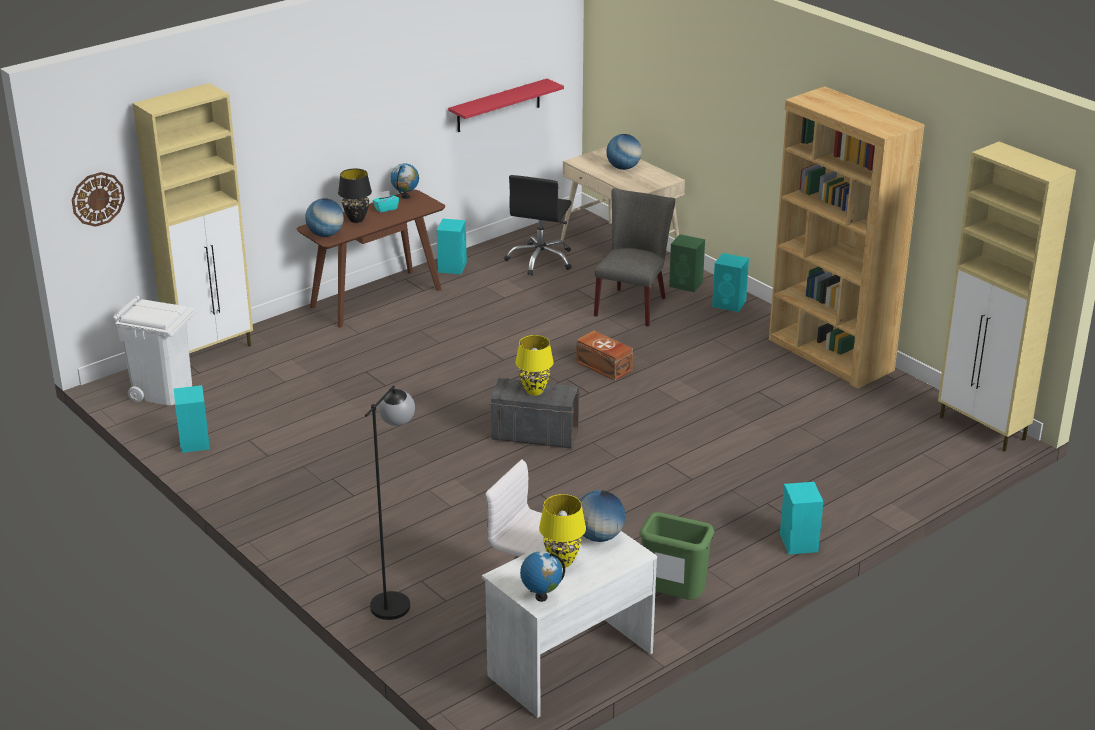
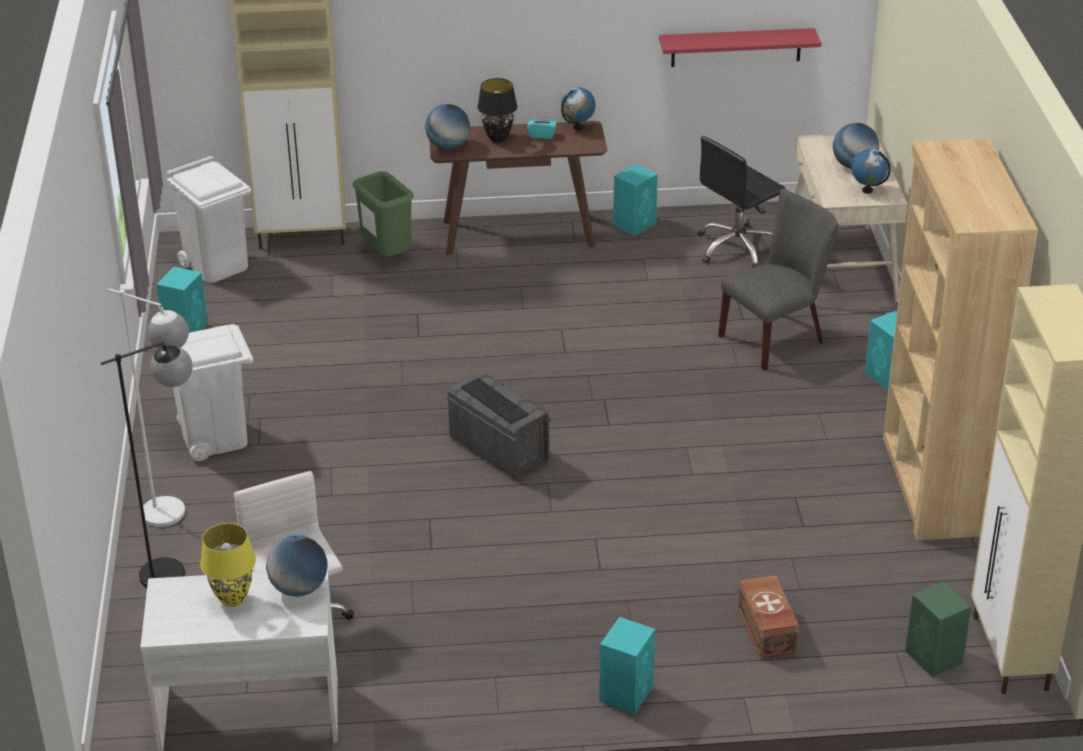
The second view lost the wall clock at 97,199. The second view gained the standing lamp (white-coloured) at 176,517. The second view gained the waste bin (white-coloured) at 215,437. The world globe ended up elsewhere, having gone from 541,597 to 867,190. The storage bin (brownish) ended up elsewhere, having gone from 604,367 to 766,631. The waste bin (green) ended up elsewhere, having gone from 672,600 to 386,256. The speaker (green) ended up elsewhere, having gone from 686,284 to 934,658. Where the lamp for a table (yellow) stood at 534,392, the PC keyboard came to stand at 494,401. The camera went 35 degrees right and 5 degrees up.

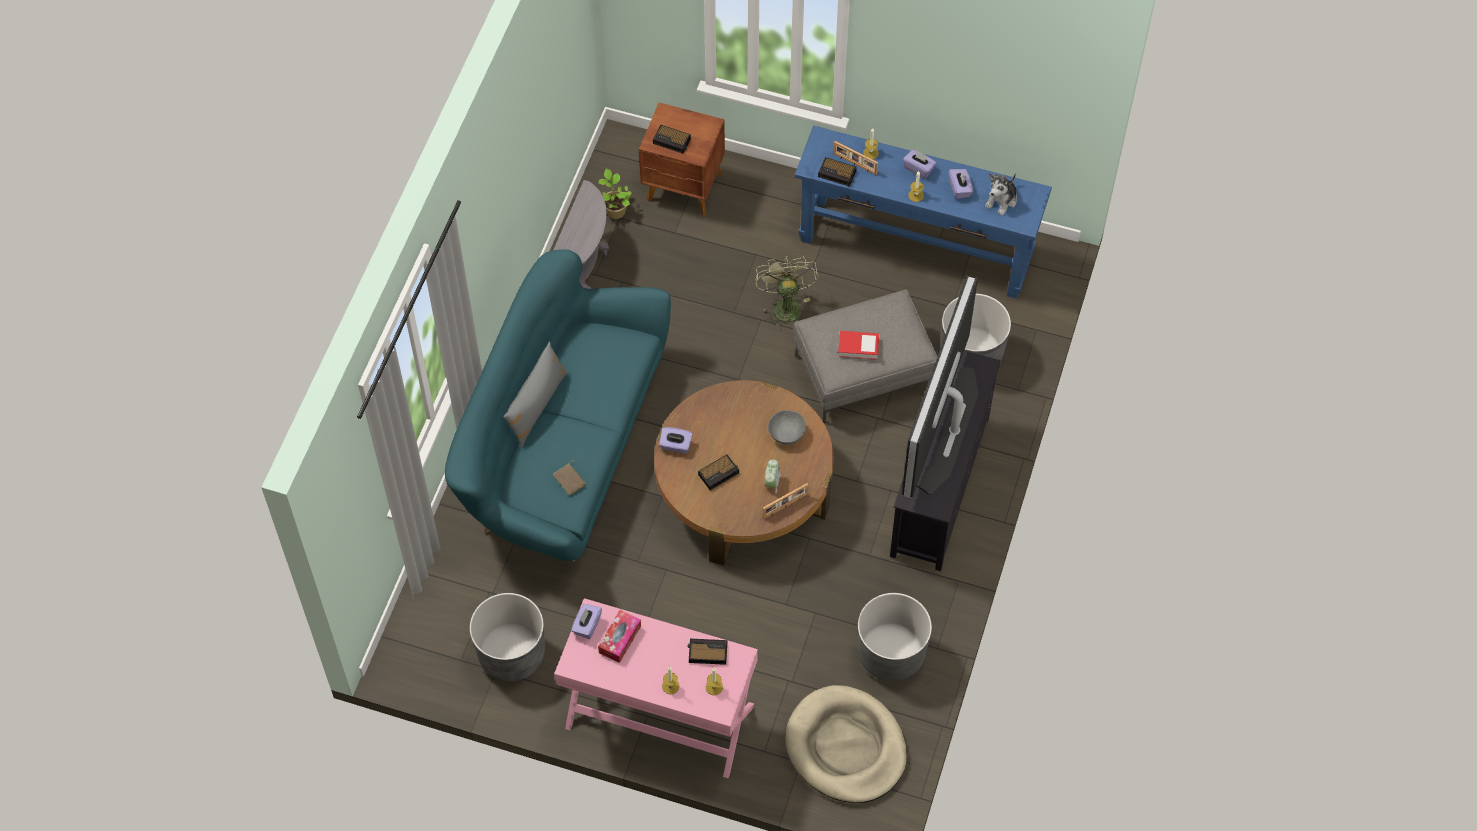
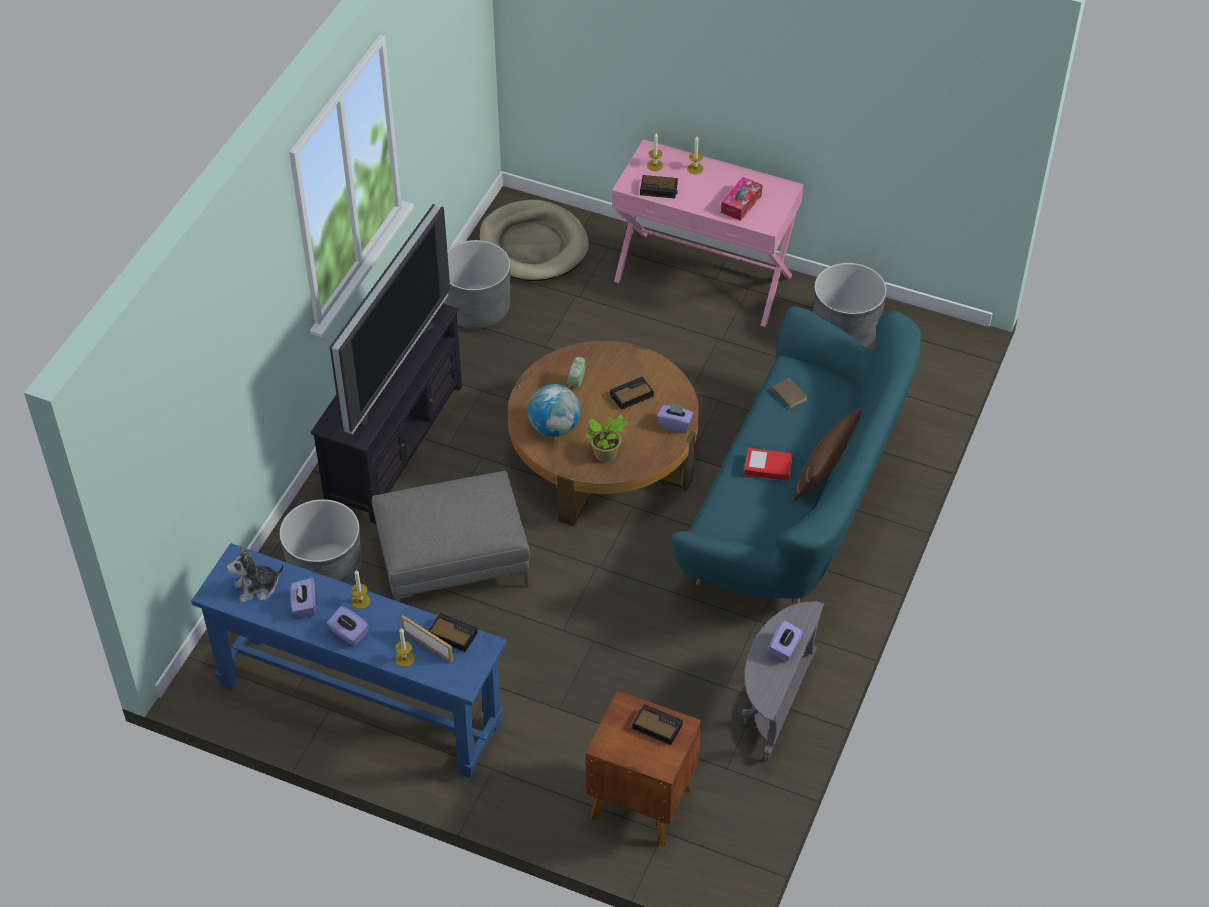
The second view lost the electric fan (green) at 784,305. The second view lost the standing frame at 785,506. The tissue box (purple) ended up elsewhere, having gone from 587,626 to 785,648. The houseplant ended up elsewhere, having gone from 615,210 to 606,455. The book ended up elsewhere, having gone from 858,347 to 768,467. Where the serving bowl (gray) stood at 786,434, the world globe came to stand at 554,427. What was the pillow (gray) at 537,406 turned into the pillow (brownish) at 826,470. The cuddly toy at 1001,200 ended up facing another way, 150 degrees counterclockwise from before. The camera went 175 degrees left and 10 degrees down.

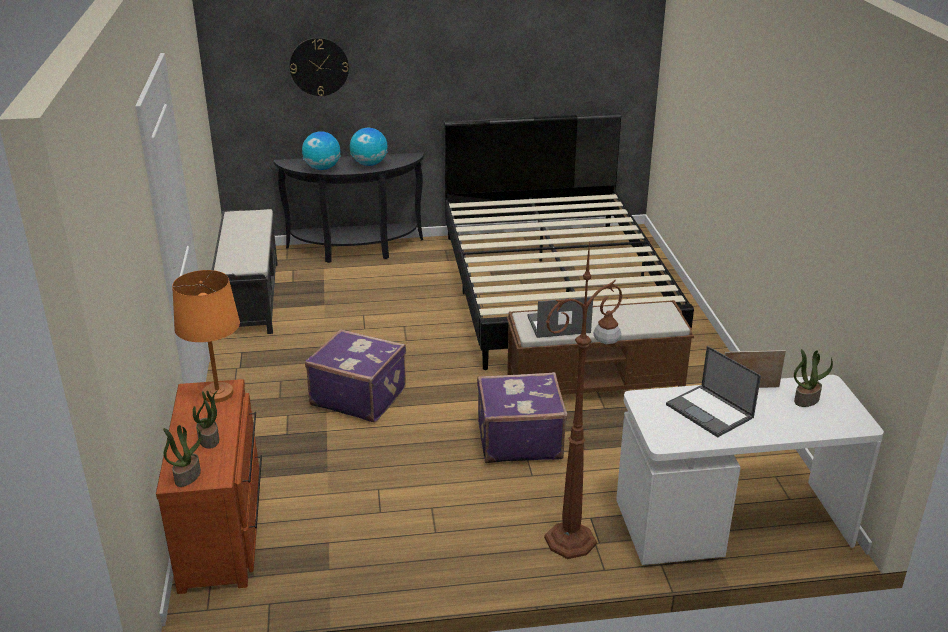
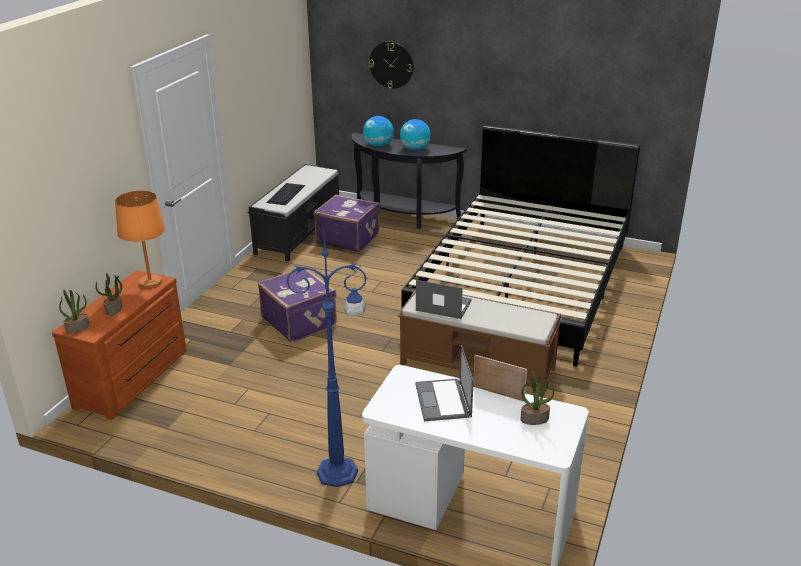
The second view gained the PC keyboard at 286,193. The suitcase (purple) ended up elsewhere, having gone from 518,439 to 348,238. What was the standing lamp (brownish) at 572,539 turned into the standing lamp (bluish) at 339,472. The camera went 30 degrees right and 0 degrees up.

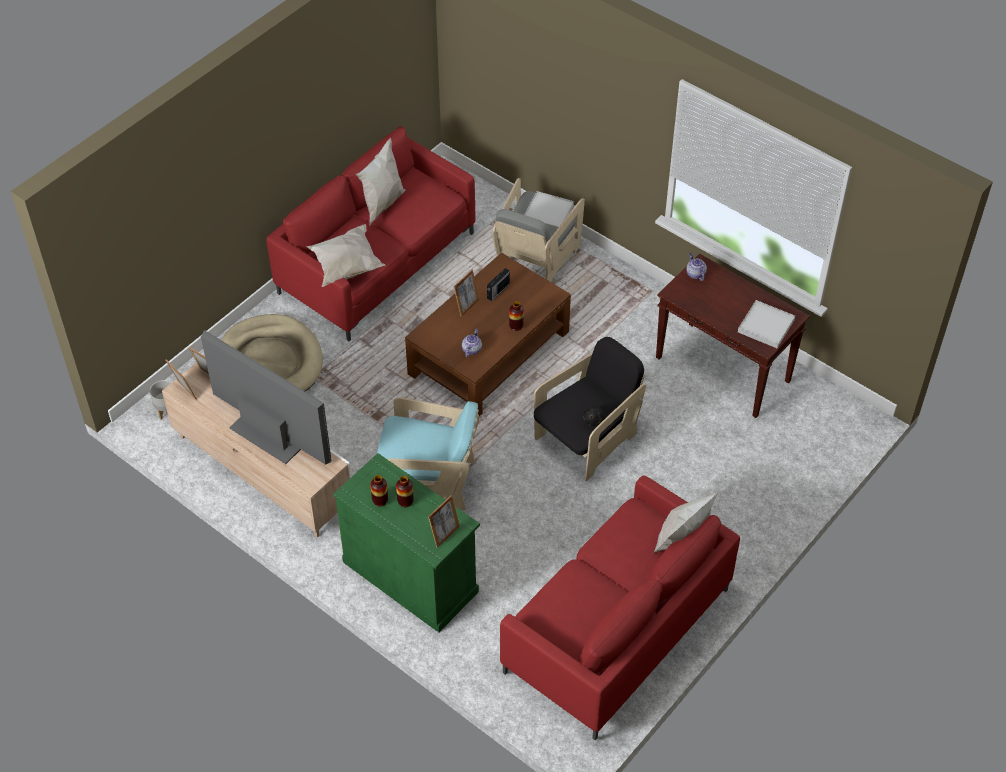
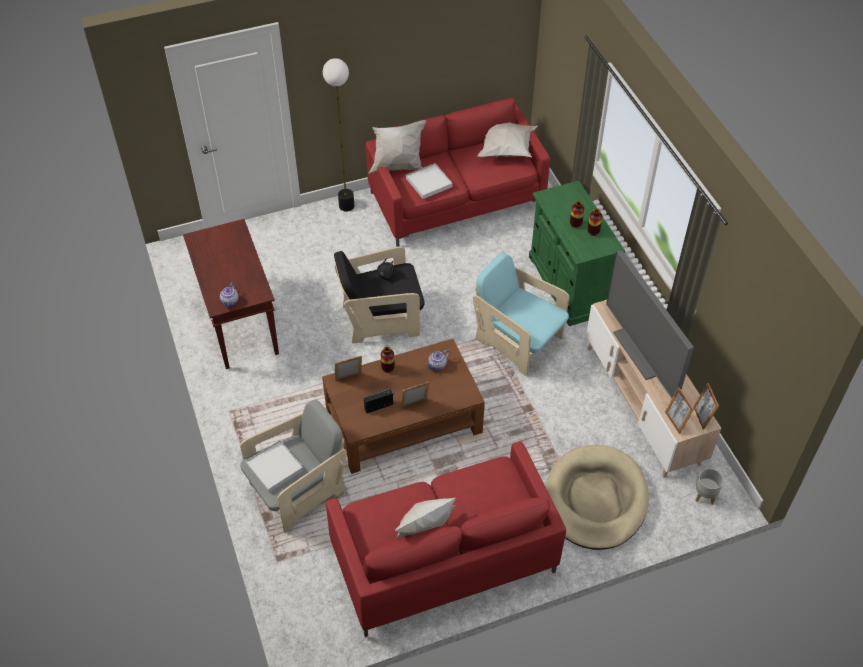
The second view gained the standing lamp at 346,205. The pillow (white-coloured) ended up elsewhere, having gone from 346,267 to 507,150. The standing frame ended up elsewhere, having gone from 444,534 to 349,379. The serving tray (white-coloured) ended up elsewhere, having gone from 766,326 to 429,182. The camera went 150 degrees left and 0 degrees up.

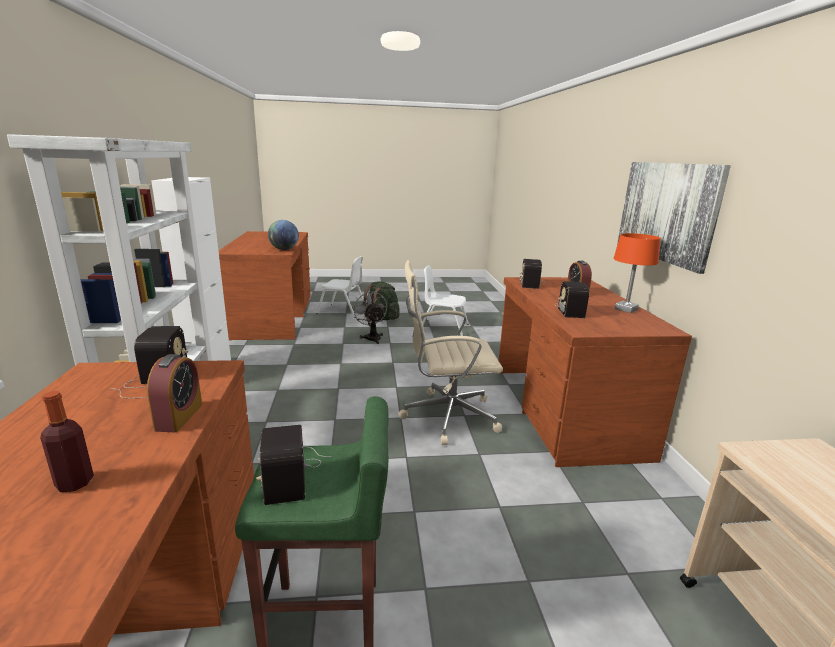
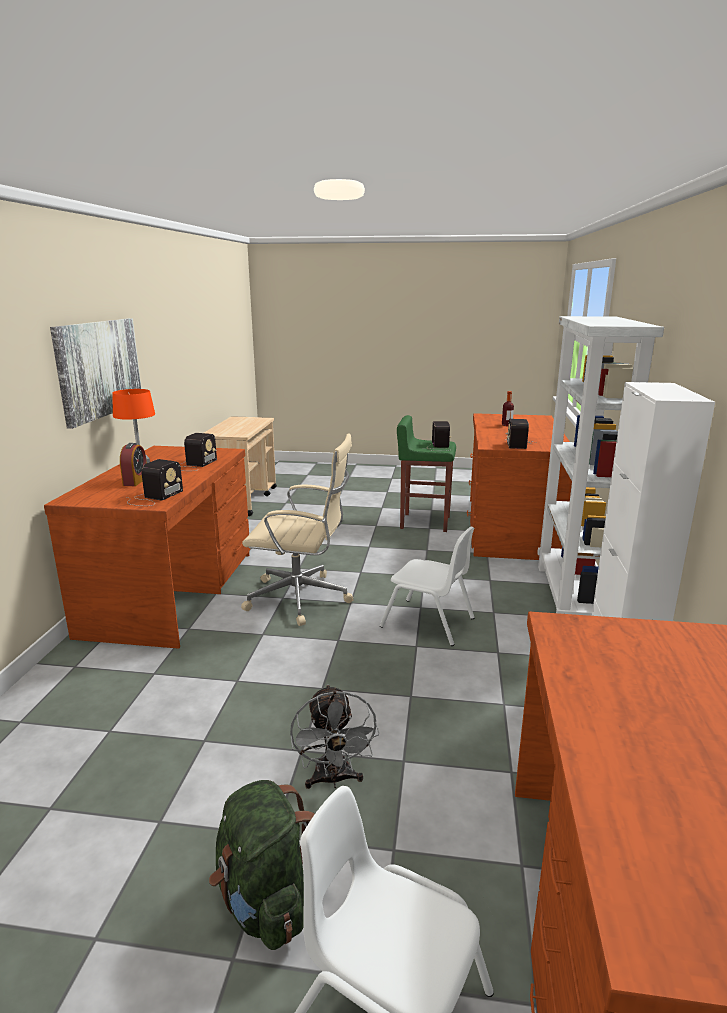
The second view lost the table clock at 179,417. The second view lost the world globe at 284,249. The plain chair (white-coloured) ended up elsewhere, having gone from 443,327 to 428,622. The camera went 165 degrees left and 0 degrees up.

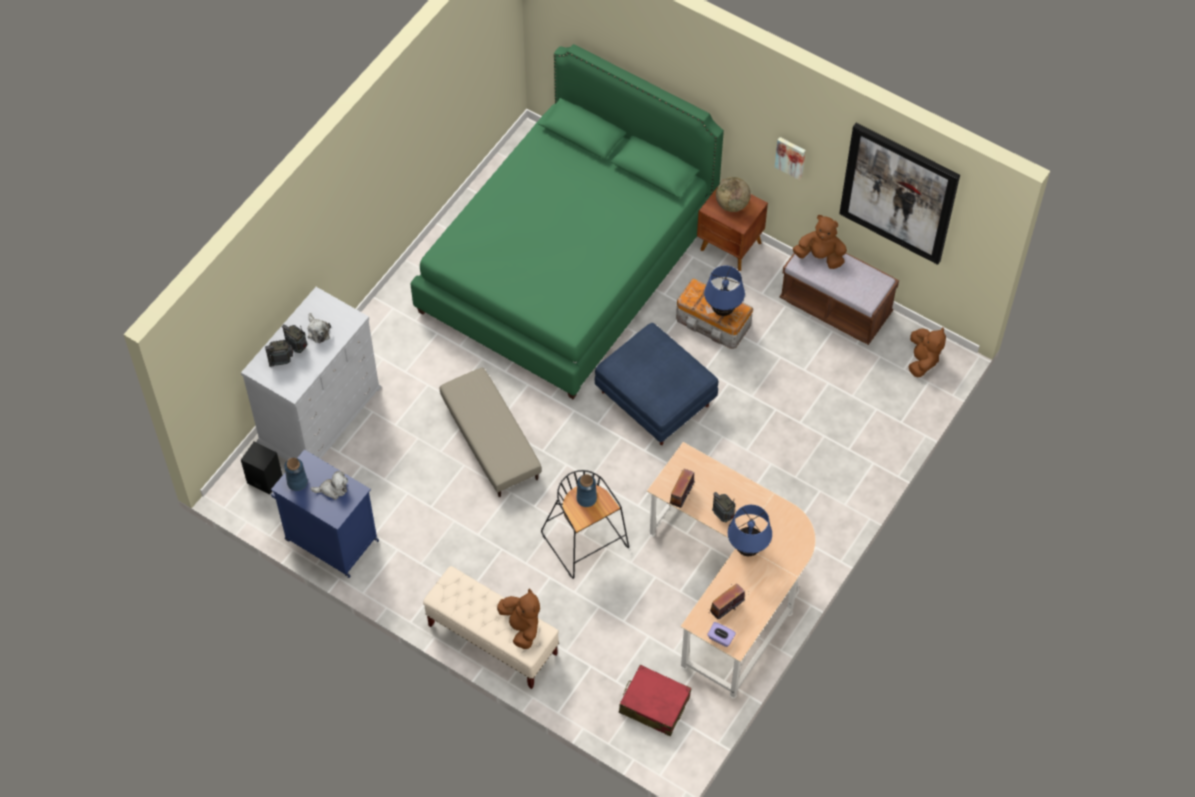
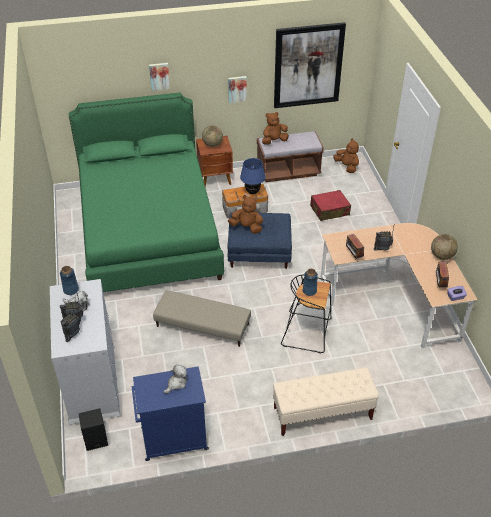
The second view lost the lamp for a table (bluish) at 747,549. The second view gained the wall picture at 159,76. The second view gained the world globe at 442,256. The decorative vase (bluish) ended up elsewhere, having gone from 297,482 to 71,290. The cuddly toy (brownish) ended up elsewhere, having gone from 521,627 to 247,227. The suitcase (red-coloured) ended up elsewhere, having gone from 654,705 to 329,210. The camera went 45 degrees left and 15 degrees down.

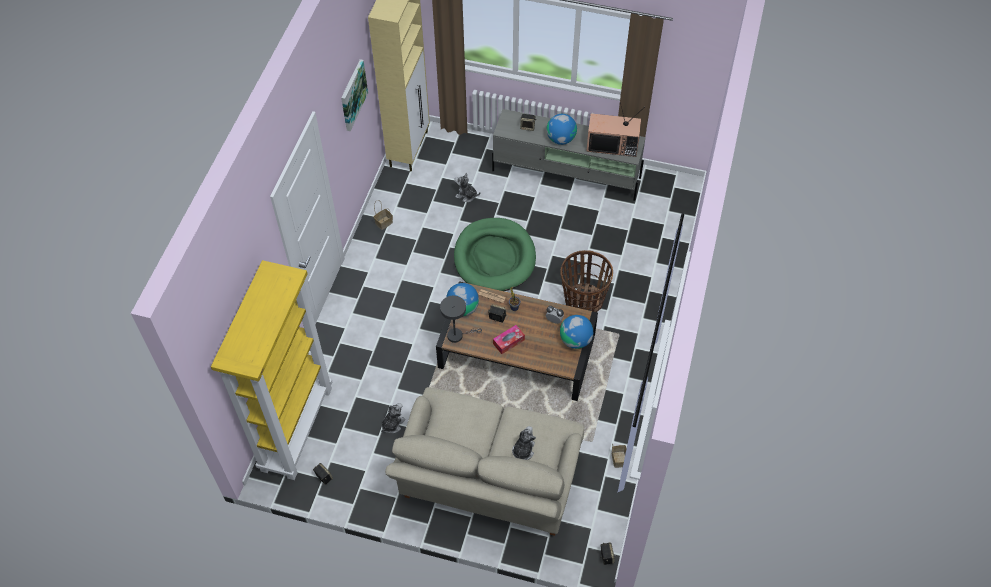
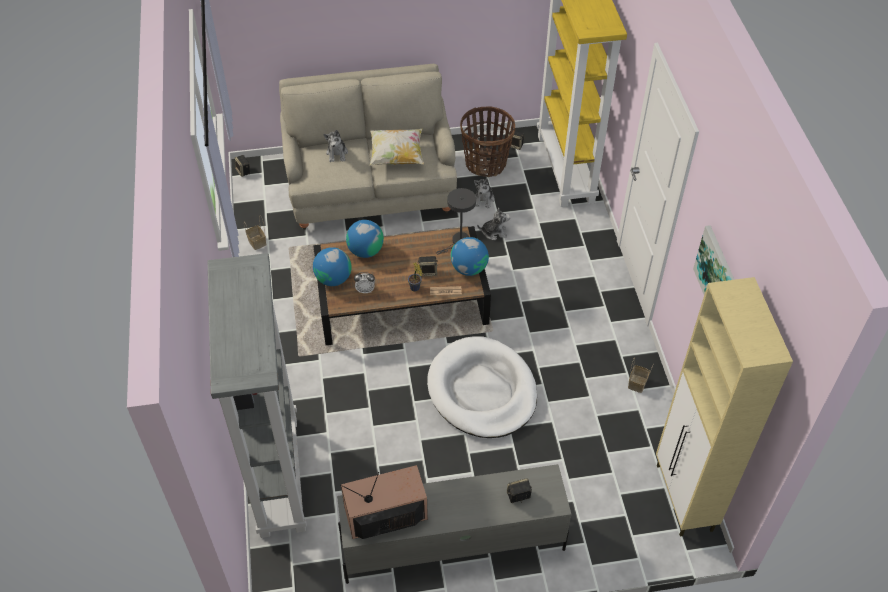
The second view lost the tissue box at 508,342. The second view gained the shelving unit (gray) at 278,474. The second view gained the pillow at 397,156. The cuddly toy ended up elsewhere, having gone from 466,195 to 494,232. The world globe ended up elsewhere, having gone from 561,139 to 365,251. The storage basket ended up elsewhere, having gone from 583,300 to 486,164. What was the dog bed (green) at 494,257 turned into the dog bed (white-coloured) at 482,391. The camera went 155 degrees right and 5 degrees down.

